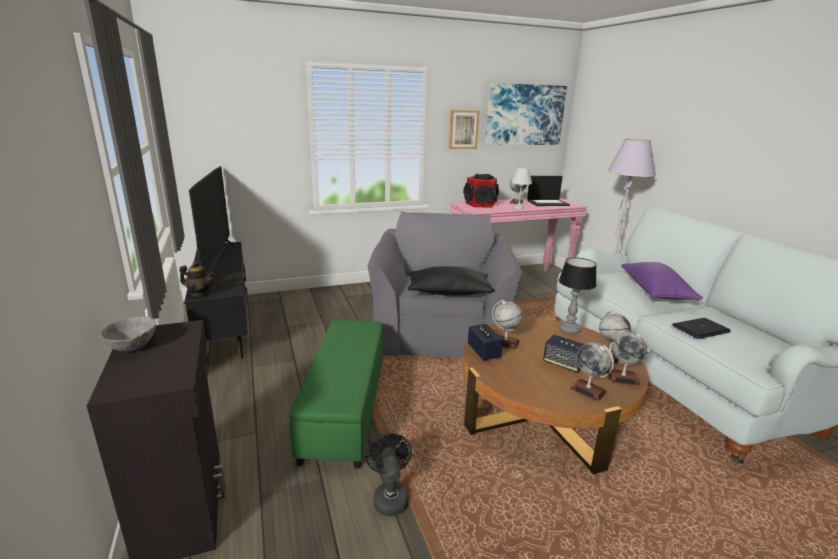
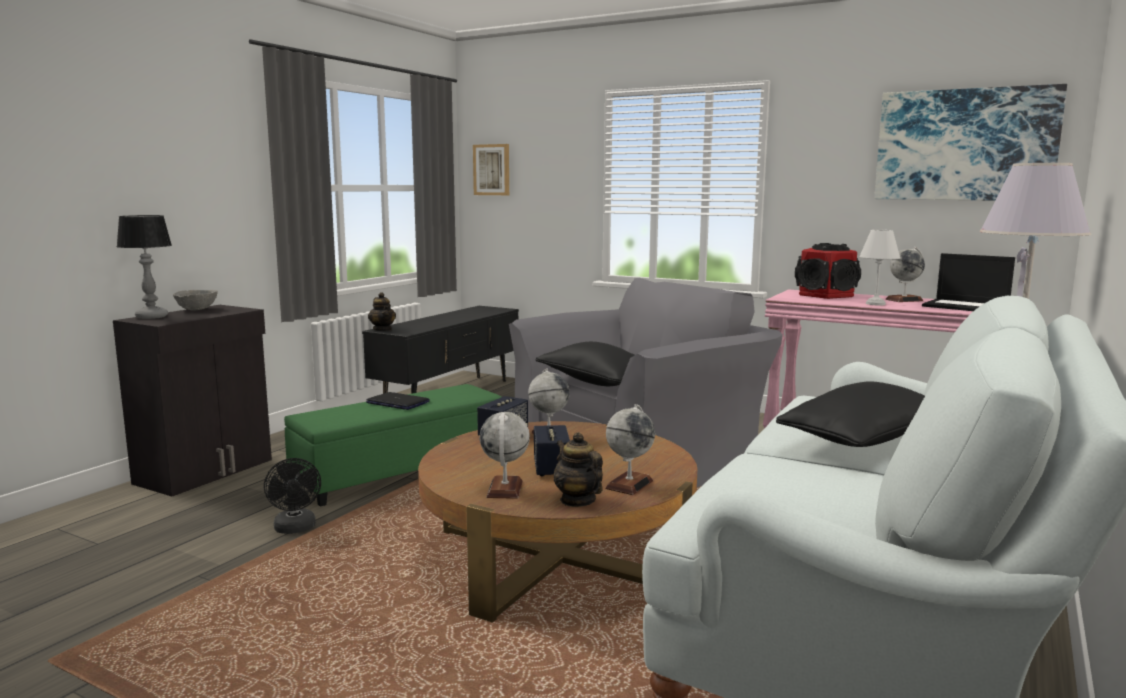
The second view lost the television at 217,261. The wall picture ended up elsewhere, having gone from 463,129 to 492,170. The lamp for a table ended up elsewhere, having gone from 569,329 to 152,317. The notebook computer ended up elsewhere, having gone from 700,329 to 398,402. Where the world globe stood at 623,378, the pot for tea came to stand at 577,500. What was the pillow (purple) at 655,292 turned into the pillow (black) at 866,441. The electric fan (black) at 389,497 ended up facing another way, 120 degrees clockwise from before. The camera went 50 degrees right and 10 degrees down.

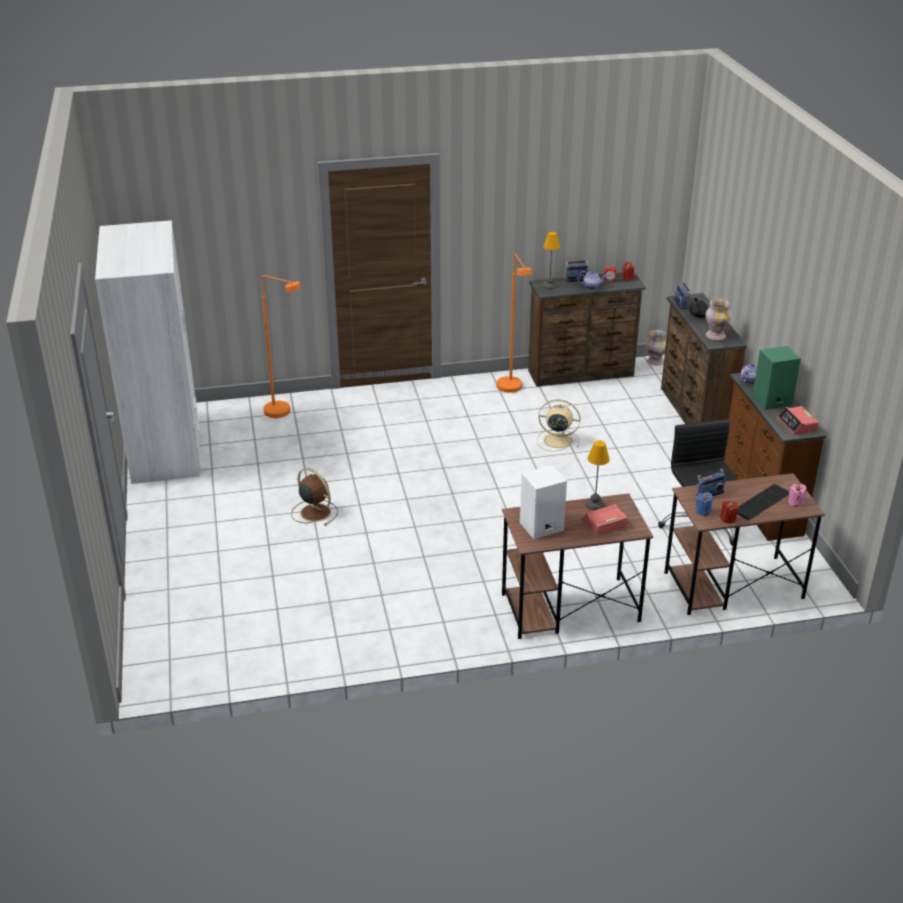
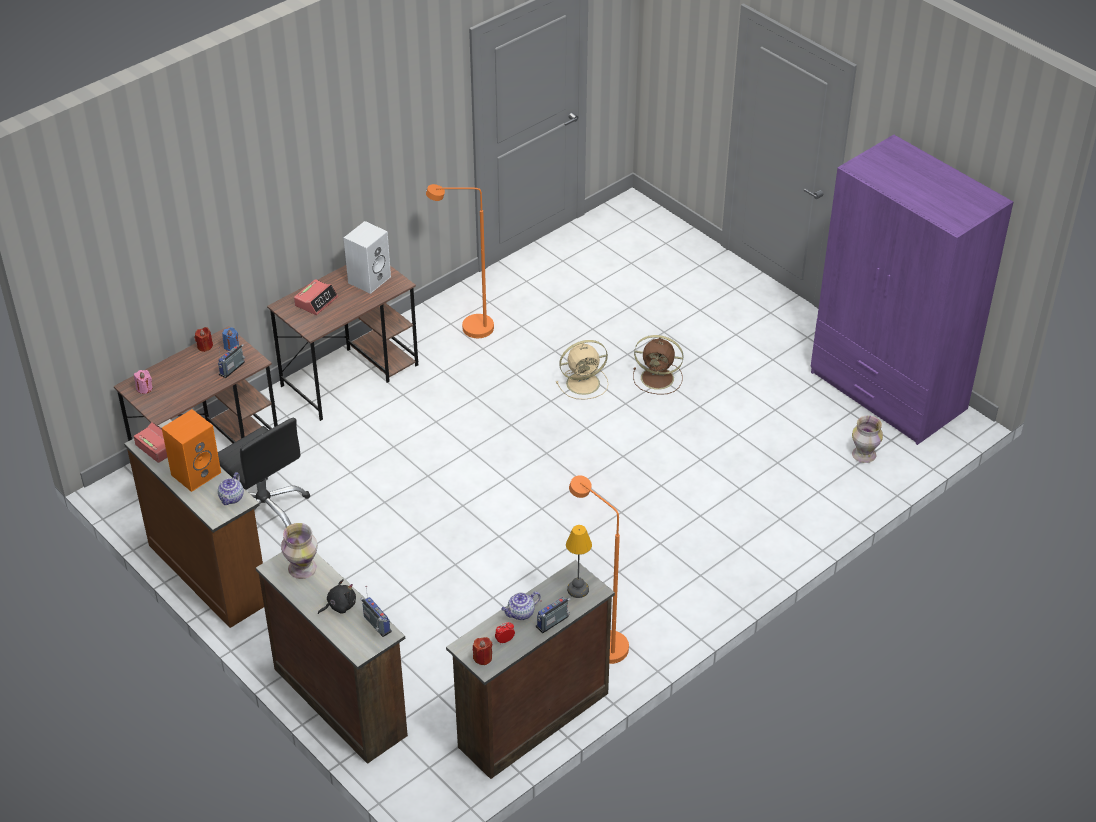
The second view lost the lamp for a table at 595,505. The second view lost the PC keyboard at 759,502. The standing lamp (orange) ended up elsewhere, having gone from 284,412 to 468,329. The electric fan (sand-coloured) ended up elsewhere, having gone from 556,440 to 584,383. The decorative vase ended up elsewhere, having gone from 655,362 to 863,455. What was the armoire (white-coloured) at 166,446 turned into the armoire (purple) at 887,391. What was the speaker (green) at 771,401 turned into the speaker (orange) at 196,472. The camera went 150 degrees right and 10 degrees up.

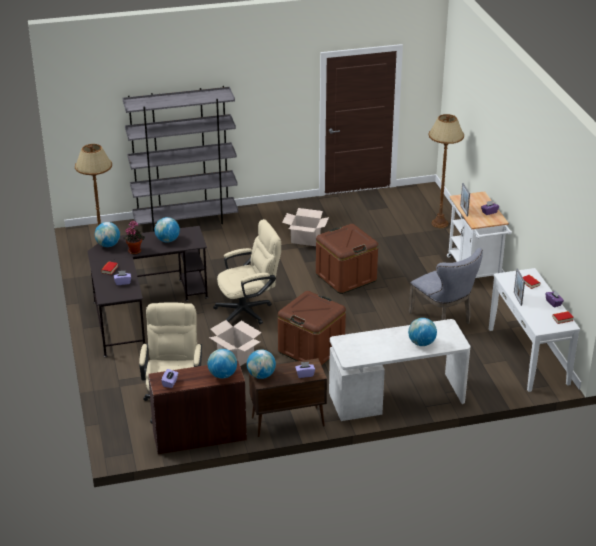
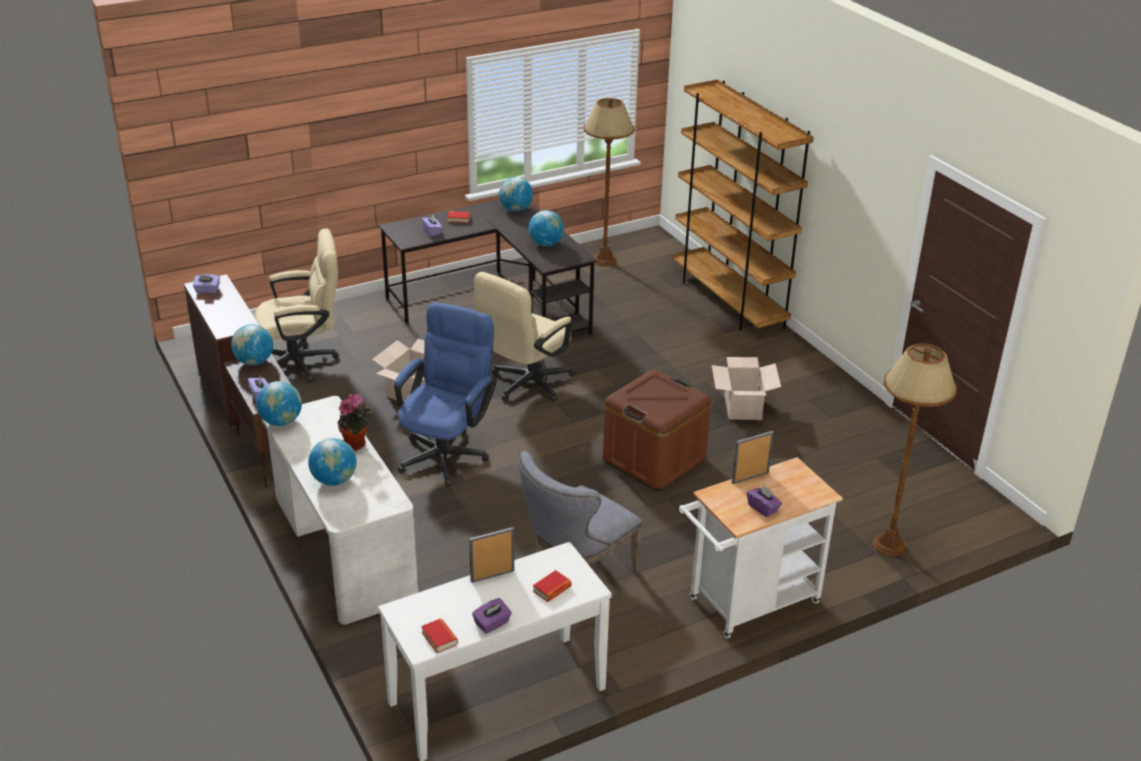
The houseplant ended up elsewhere, having gone from 135,250 to 356,444. The world globe ended up elsewhere, having gone from 222,375 to 281,421. Where the storage bin (brownish) stood at 311,349, the computer chair (bluish) came to stand at 447,452. What was the shelving unit (gray) at 186,221 turned into the shelving unit (brownish) at 728,301. The computer chair (sand-coloured) at 249,310 ended up facing another way, 75 degrees clockwise from before. The camera went 75 degrees right and 0 degrees up.

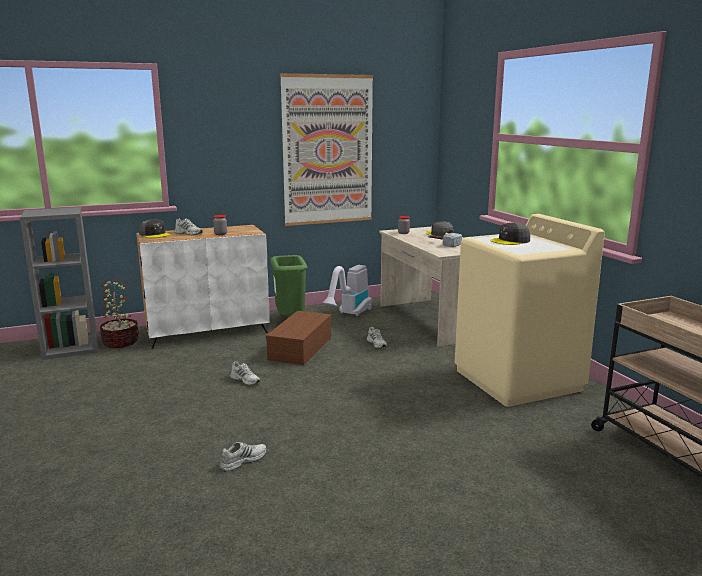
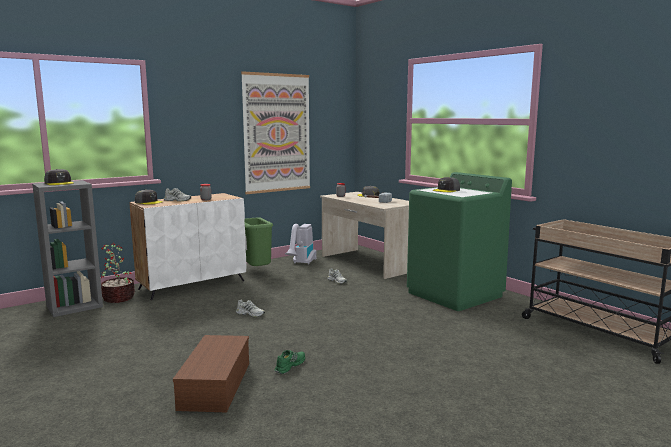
The second view gained the peaked cap (gray) at 59,183. The storage bin (brownish) ended up elsewhere, having gone from 300,347 to 214,384. What was the item of footwear (white-coloured) at 243,460 turned into the item of footwear (green) at 289,365. What was the laundry machine (sand-coloured) at 518,380 turned into the laundry machine (green) at 455,294. The camera went 15 degrees left and 5 degrees down.

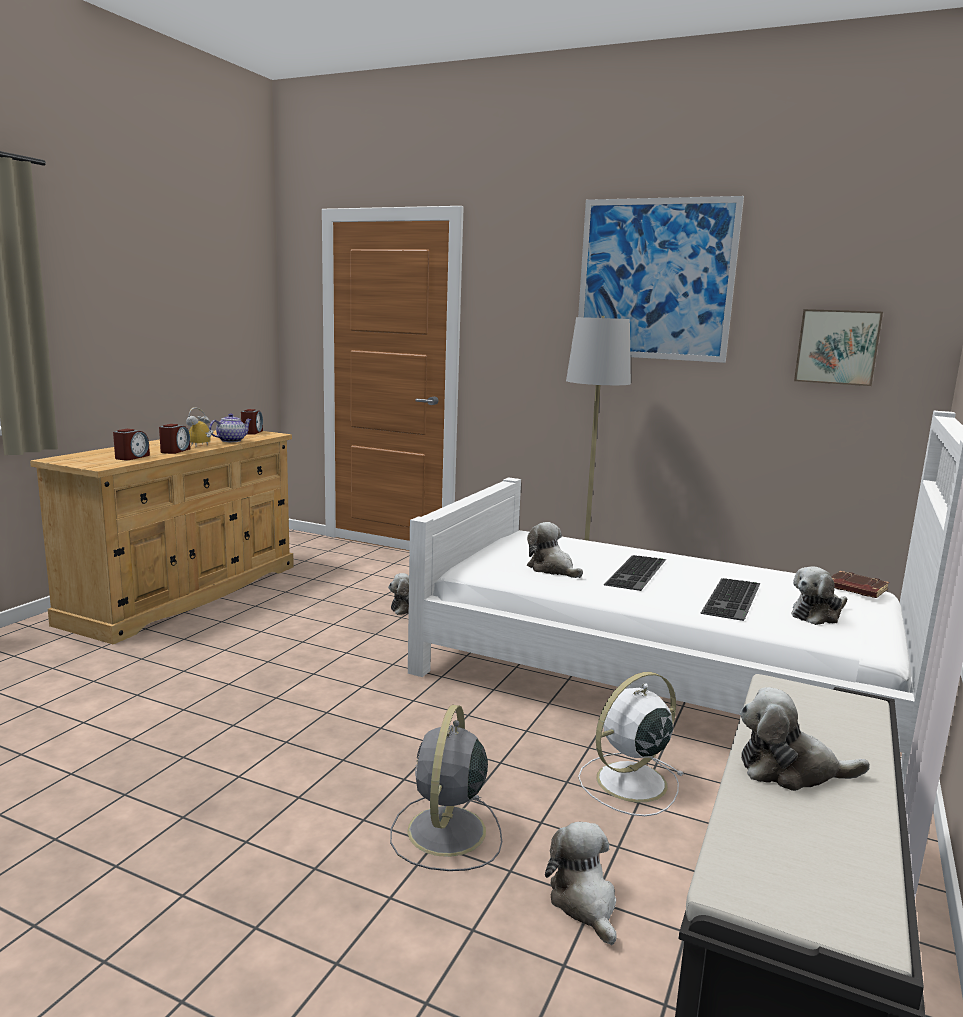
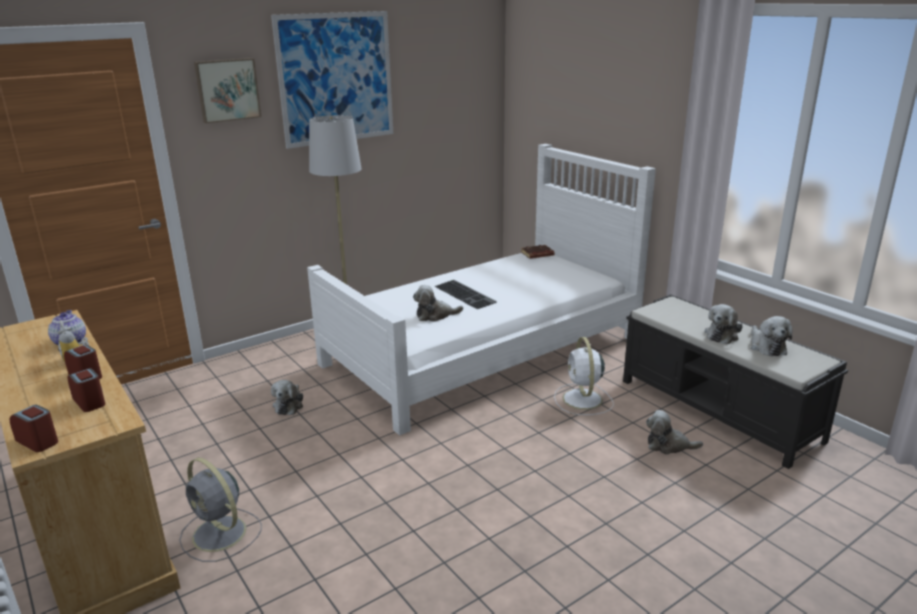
The second view lost the PC keyboard at 734,599. The table clock ended up elsewhere, having gone from 252,432 to 38,441. The electric fan (gray) ended up elsewhere, having gone from 446,833 to 221,534. The cuddly toy ended up elsewhere, having gone from 817,615 to 766,346. The wall picture ended up elsewhere, having gone from 837,347 to 227,90. The camera went 60 degrees left and 10 degrees up.

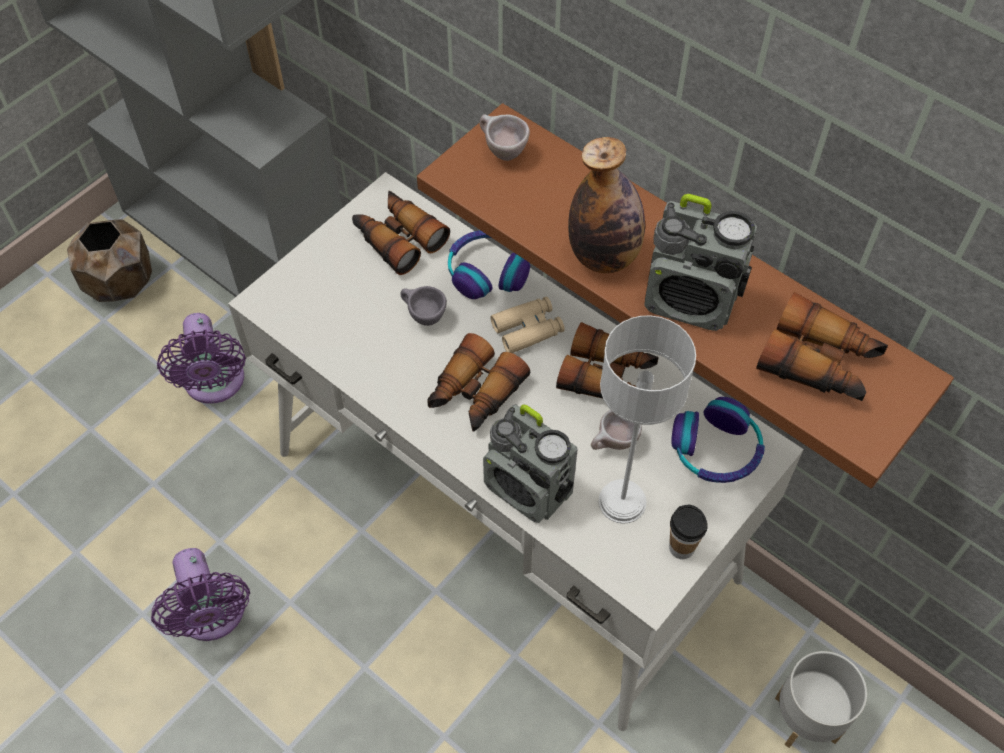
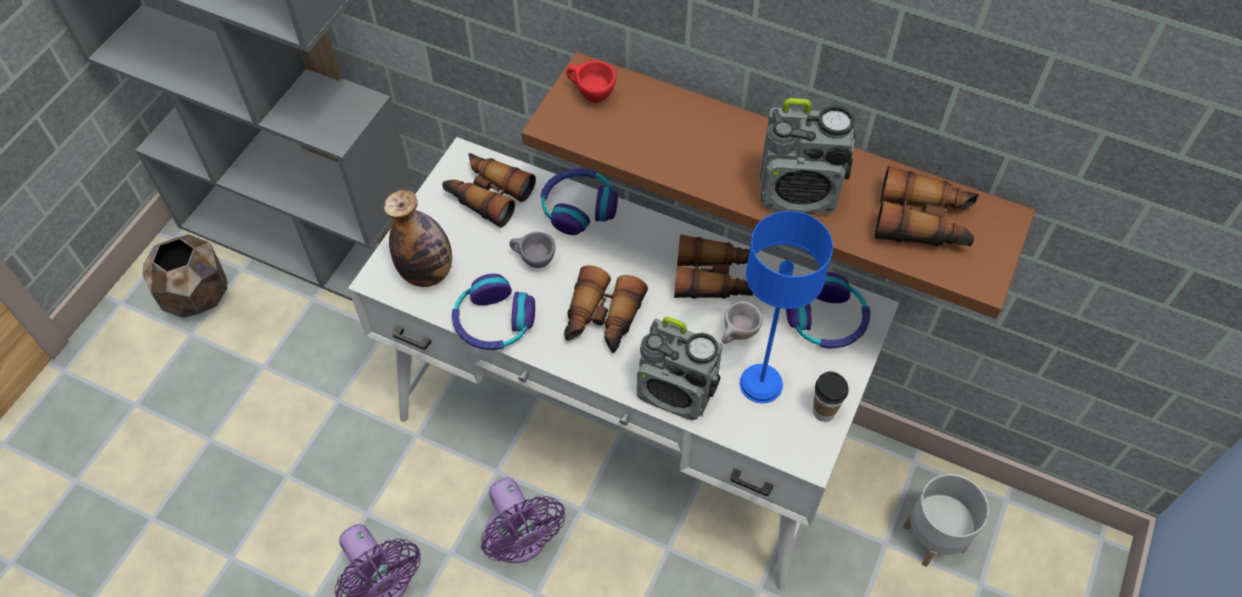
The second view lost the binoculars (sand-coloured) at 527,329. The second view gained the headset at 493,322. The electric fan (purple) ended up elsewhere, having gone from 214,384 to 520,539. The beverage bottle ended up elsewhere, having gone from 604,256 to 427,272. What was the drinking cup (sand-coloured) at 501,151 turned into the drinking cup (red-coloured) at 590,95. What was the lamp for a table (gray) at 622,500 turned into the lamp for a table (bluish) at 760,383. The camera went 15 degrees left and 0 degrees up.

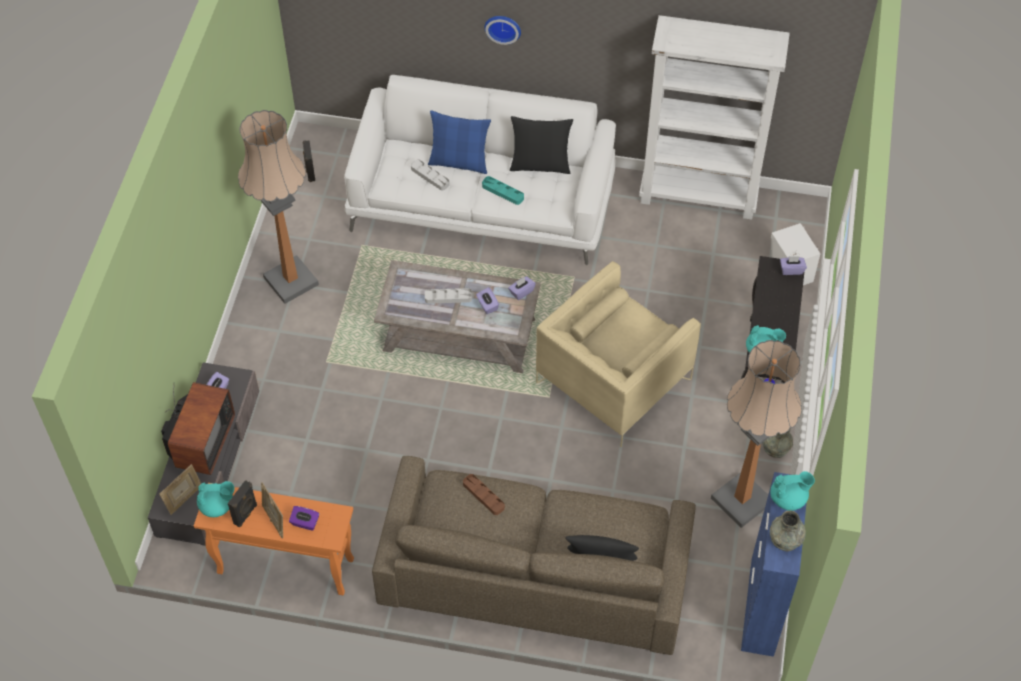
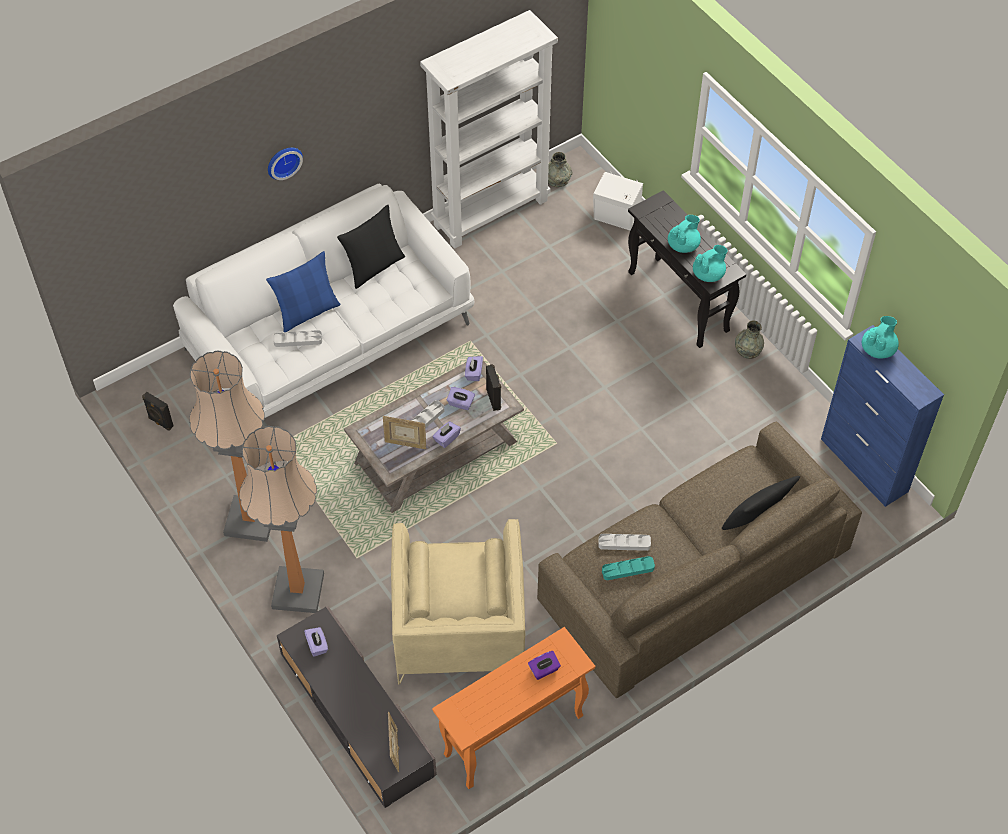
The second view lost the television at 200,443. The pot for tea (turquoise-coloured) ended up elsewhere, having gone from 217,506 to 683,245. The speaker (black) ended up elsewhere, having gone from 246,514 to 494,399. The standing frame ended up elsewhere, having gone from 274,520 to 405,443. The serving tray (turquoise-coloured) ended up elsewhere, having gone from 503,192 to 628,569. The easy chair (sand-coloured) ended up elsewhere, having gone from 613,381 to 459,629. The standing lamp ended up elsewhere, having gone from 741,501 to 298,591. The decorative vase (gray) ended up elsewhere, having gone from 785,538 to 557,179. The tissue box (purple) ended up elsewhere, having gone from 791,270 to 446,438. What was the serving tray (brownish) at 483,496 turned into the serving tray (gray) at 624,543. The camera went 45 degrees left and 0 degrees up.

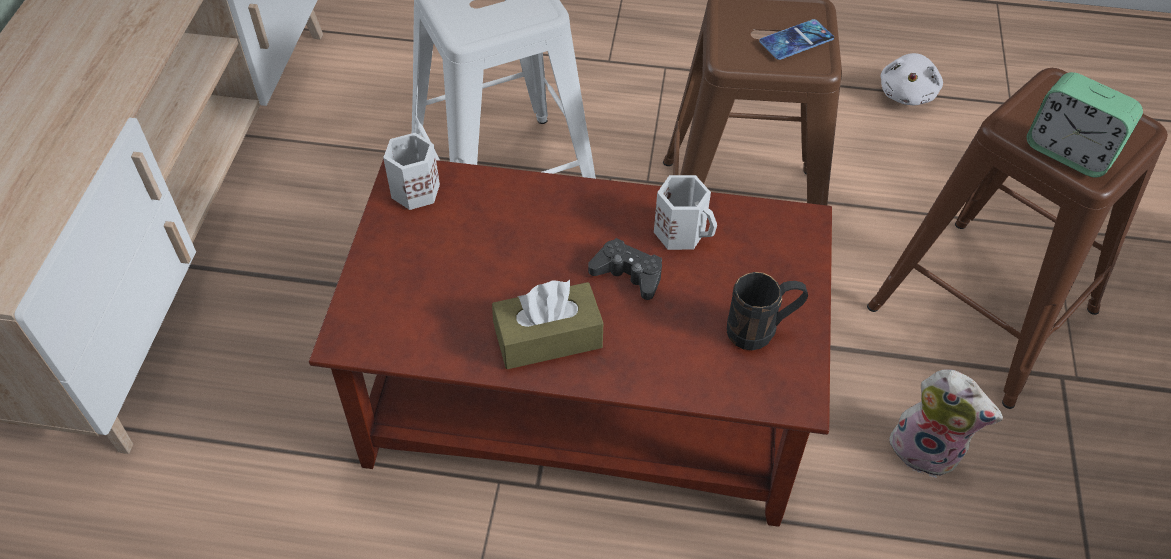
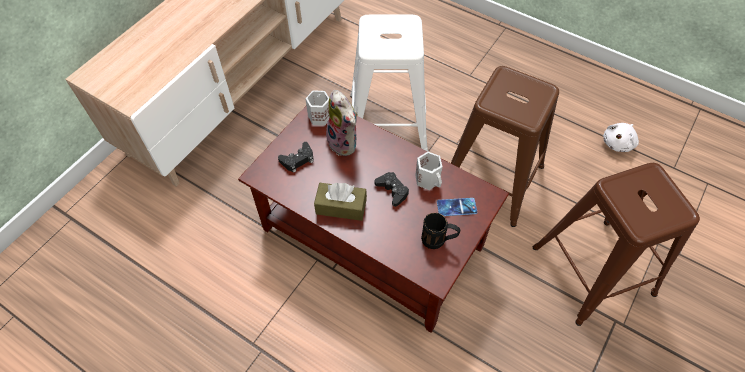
The second view lost the table clock at 1068,152. The second view gained the joypad (black) at 298,160. The telephone ended up elsewhere, having gone from 796,40 to 456,207. The cuddly toy ended up elsewhere, having gone from 927,449 to 345,143. The camera went 25 degrees right and 5 degrees up.

